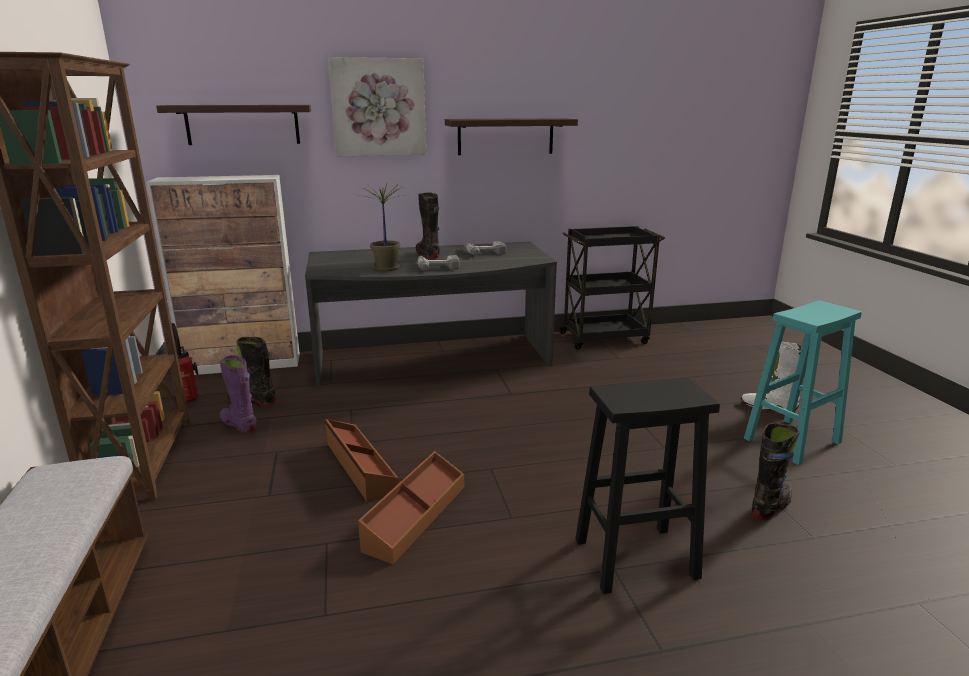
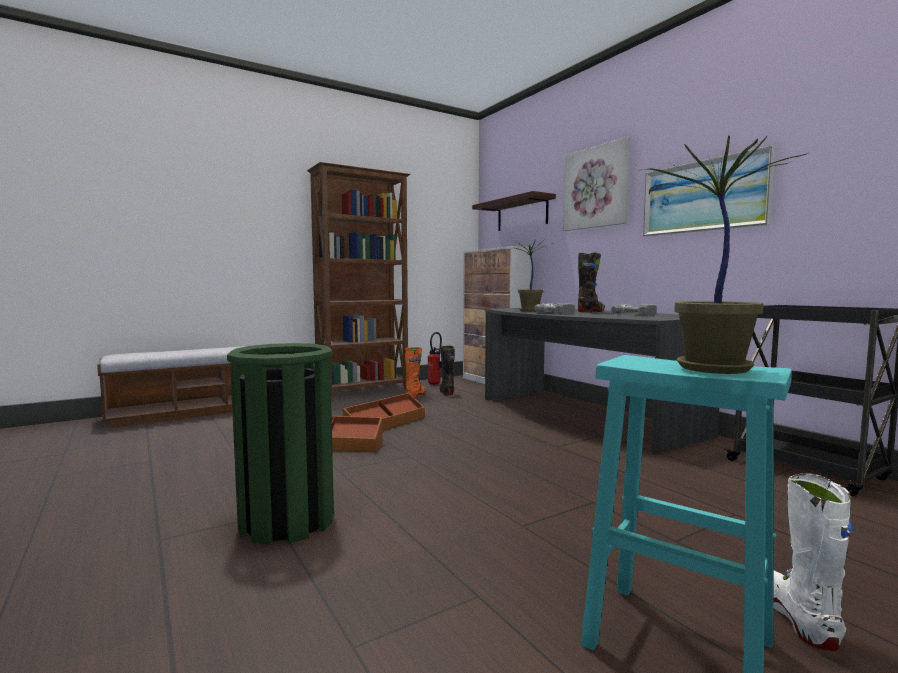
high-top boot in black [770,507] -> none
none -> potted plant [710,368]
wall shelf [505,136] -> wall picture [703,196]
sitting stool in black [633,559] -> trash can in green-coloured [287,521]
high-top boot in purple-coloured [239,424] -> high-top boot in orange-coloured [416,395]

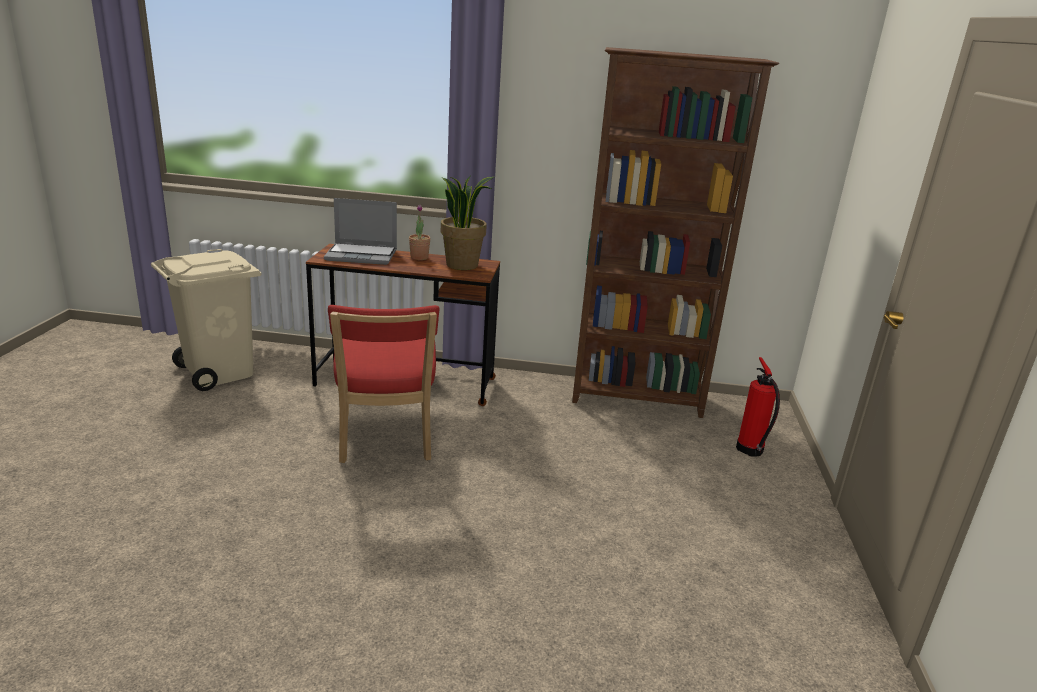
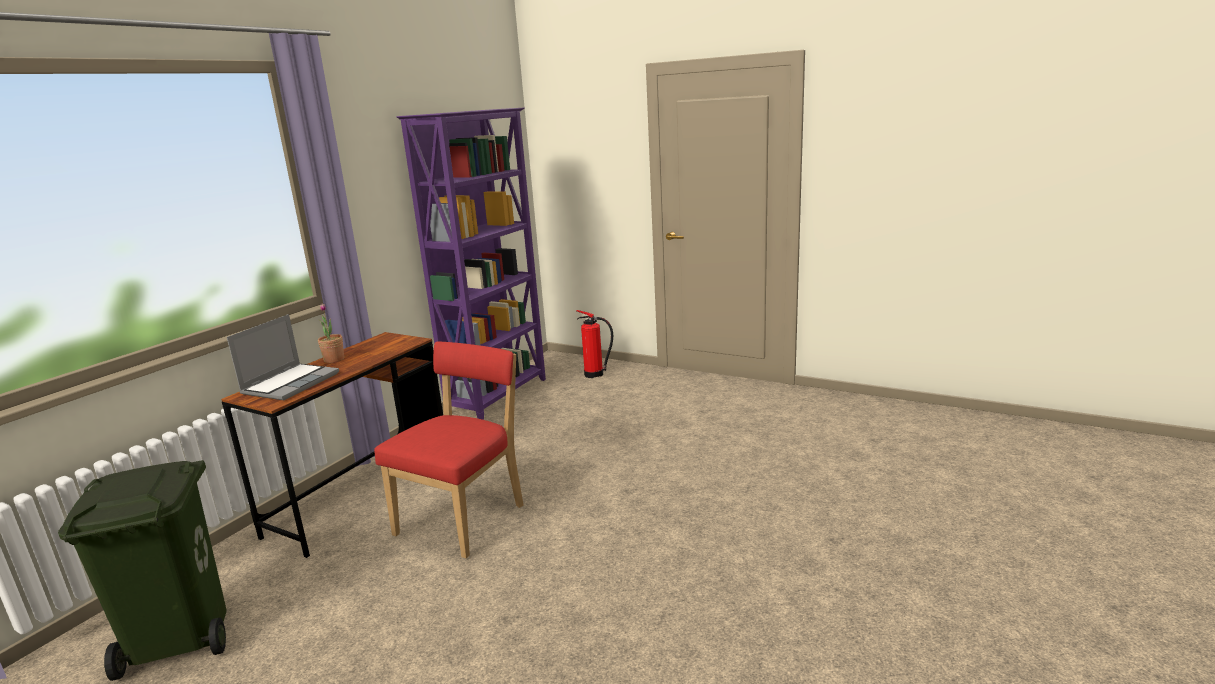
potted plant [462,265] -> none
trash can in beige-coloured [220,372] -> trash can in green-coloured [182,637]
bookshelf in brown [637,398] -> bookshelf in purple-coloured [499,395]
upright chair in reddish [385,440] -> upright chair in reddish [465,517], 75 degrees counterclockwise

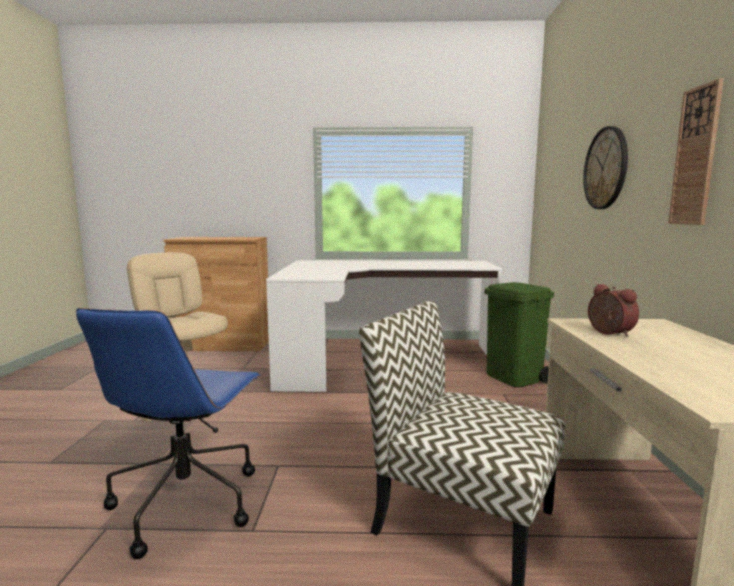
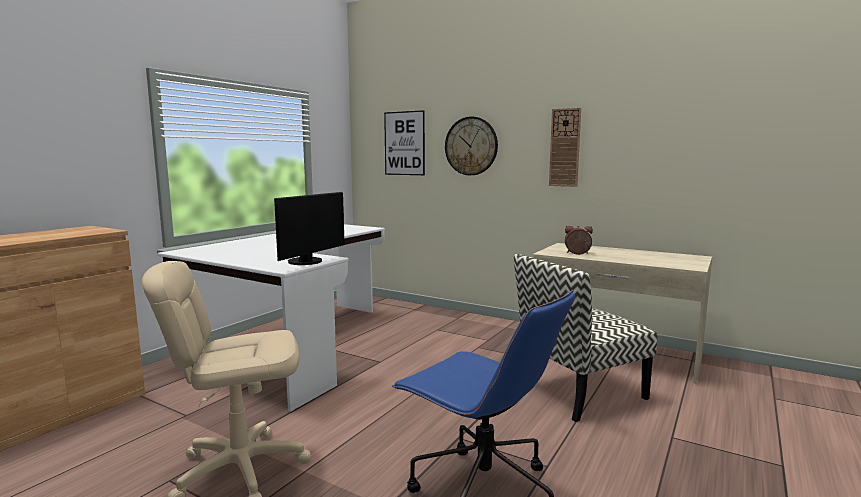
trash can in green-coloured [514,378] -> none
none -> computer display [308,262]
none -> wall picture [404,143]

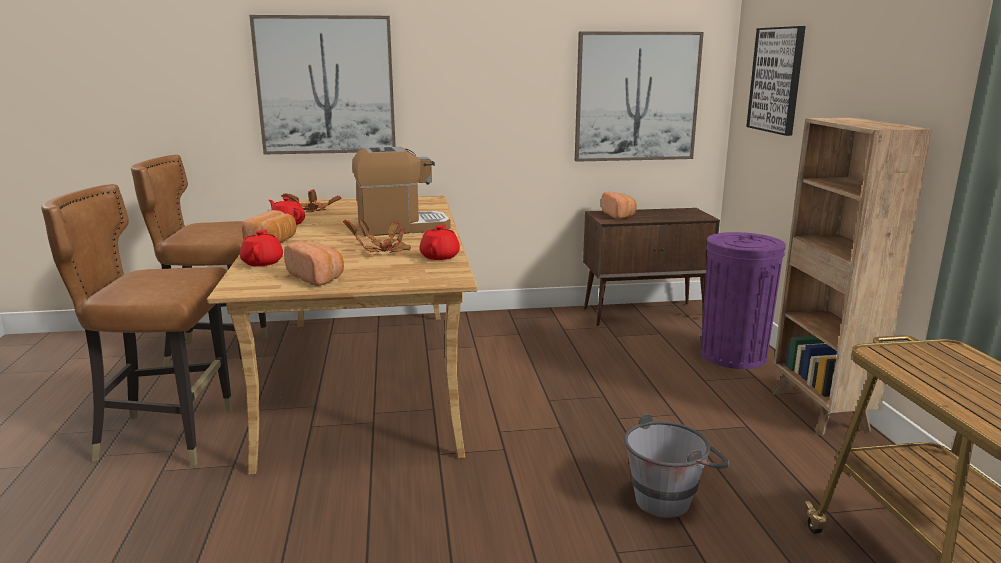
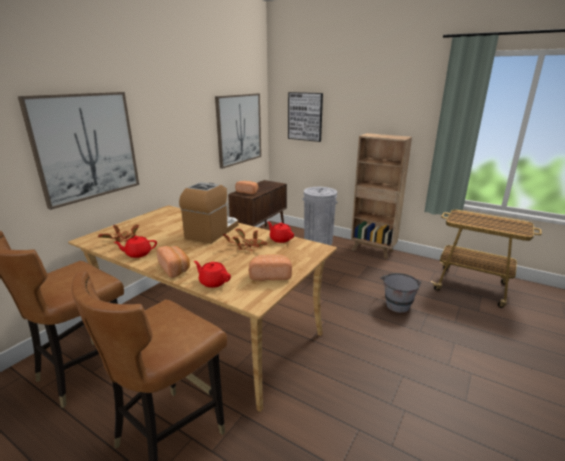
trash can in purple-coloured [733,355] -> trash can in greyish [318,241]

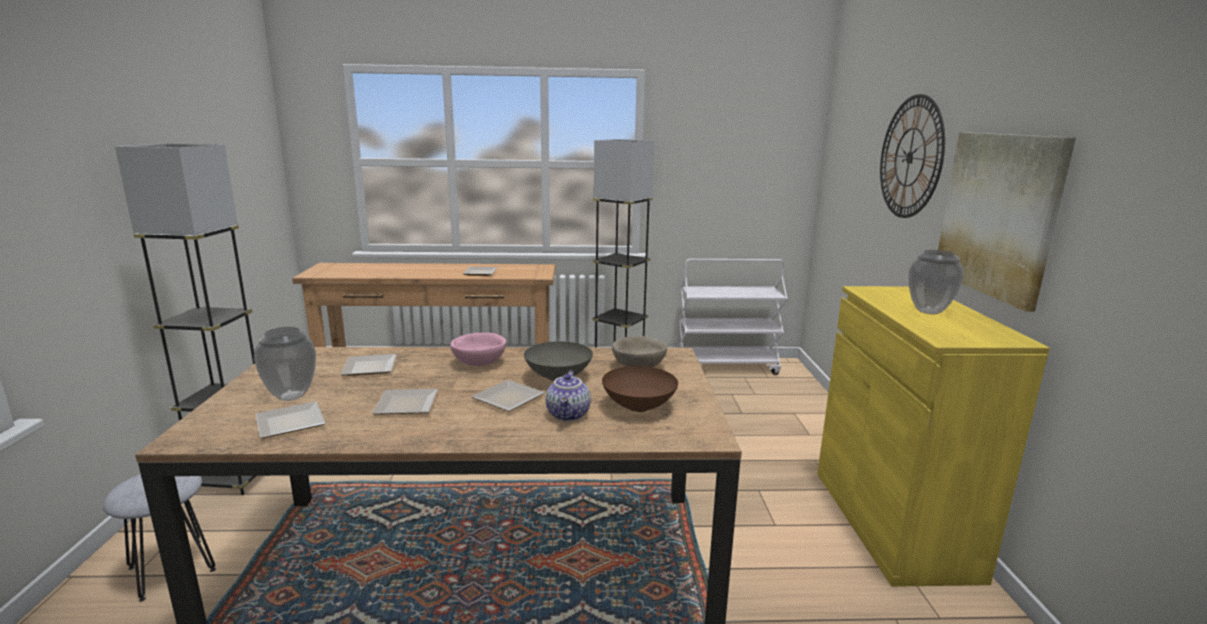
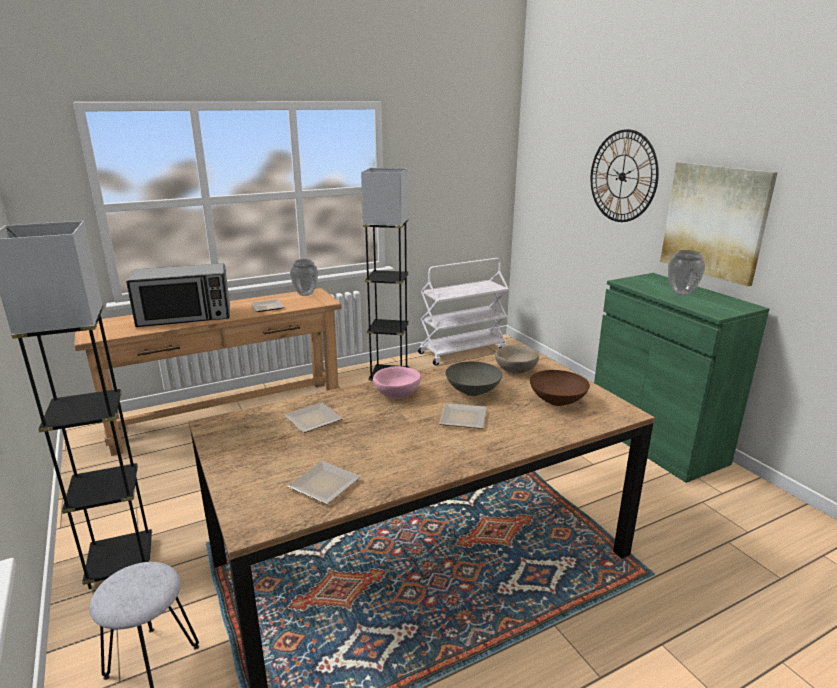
flat dish [408,406] -> none
teapot [569,415] -> none
none -> kitchen microwave [185,317]
vase [292,396] -> vase [306,294], relocated
cabinet in yellow [892,522] -> cabinet in green-coloured [655,441]

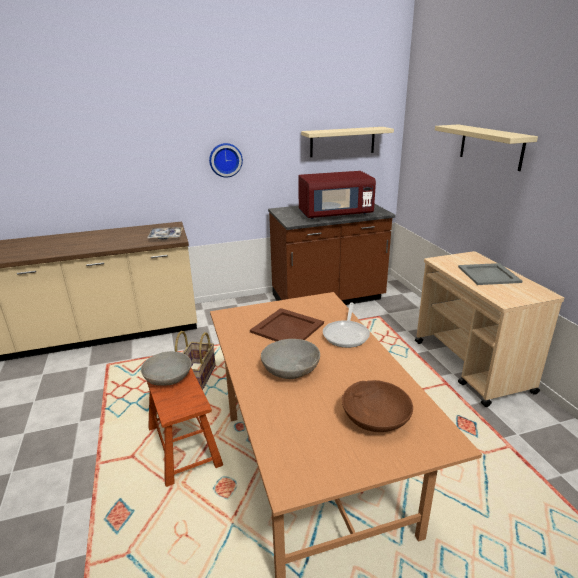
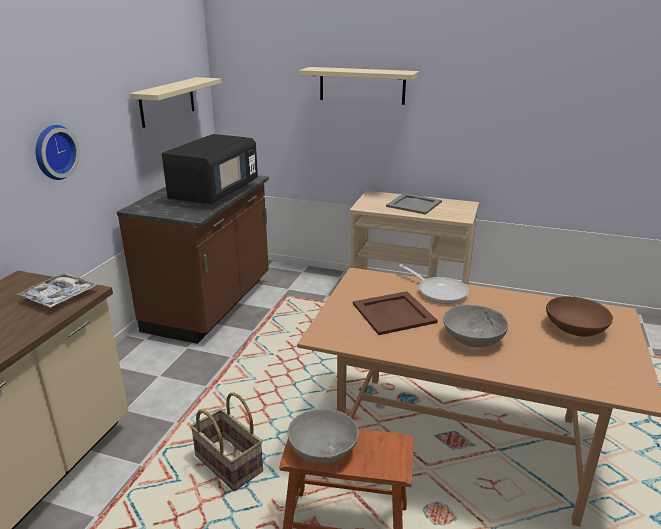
kitchen microwave in reddish [335,214] -> kitchen microwave in black [214,193]

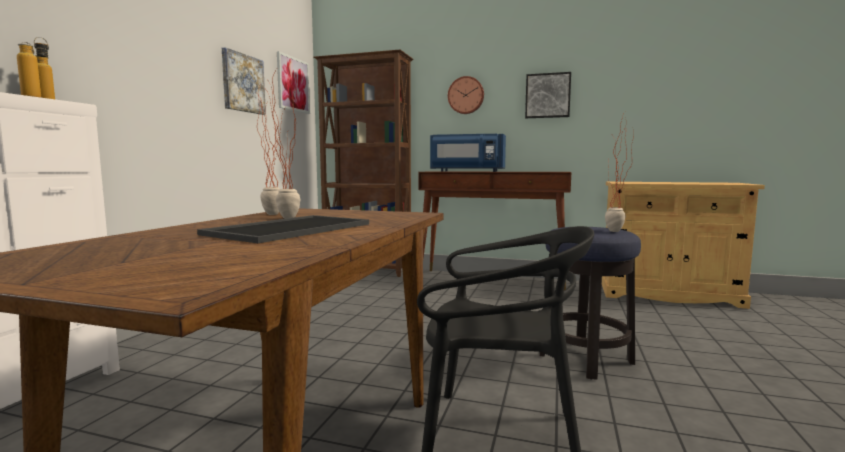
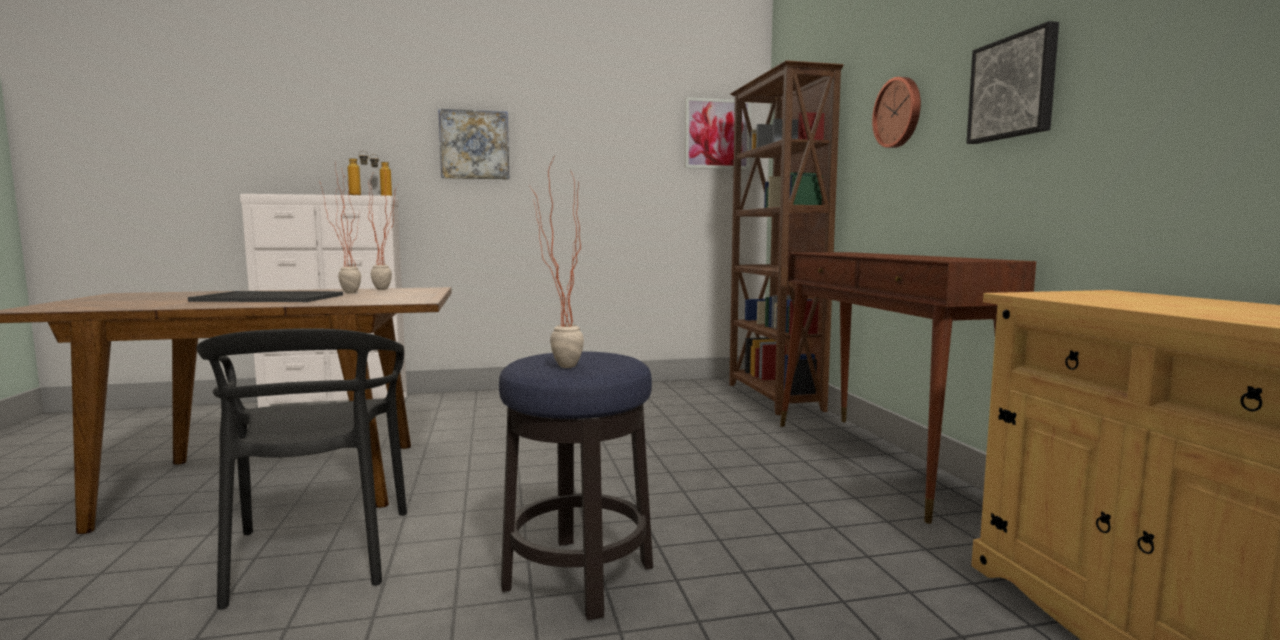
kitchen microwave in bluish [467,171] -> none
wall picture [242,83] -> wall picture [474,145], relocated

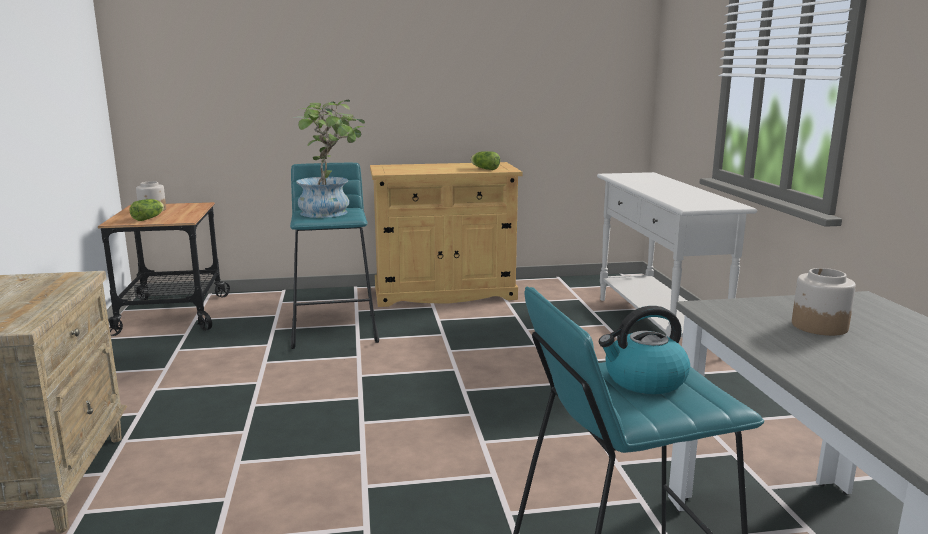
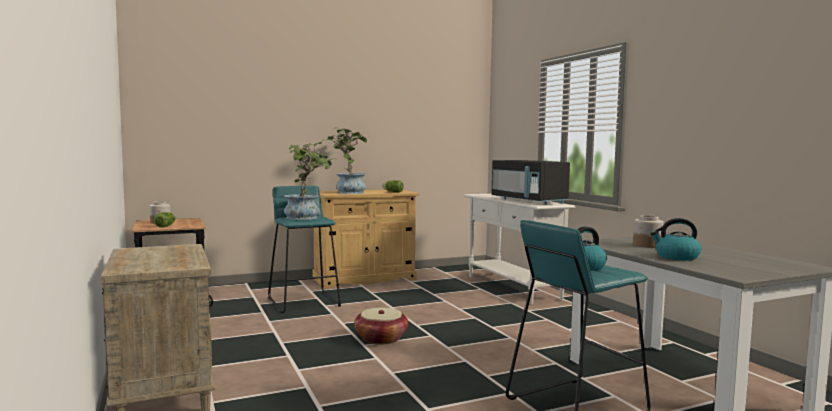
none -> potted plant [347,192]
none -> basket [381,339]
none -> kitchen microwave in black [528,201]
none -> kettle [676,257]

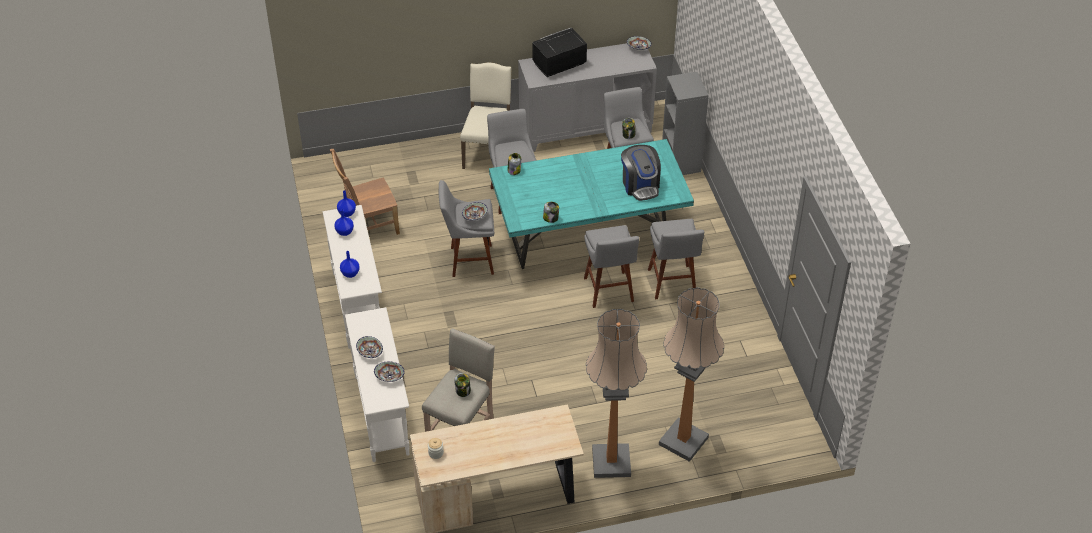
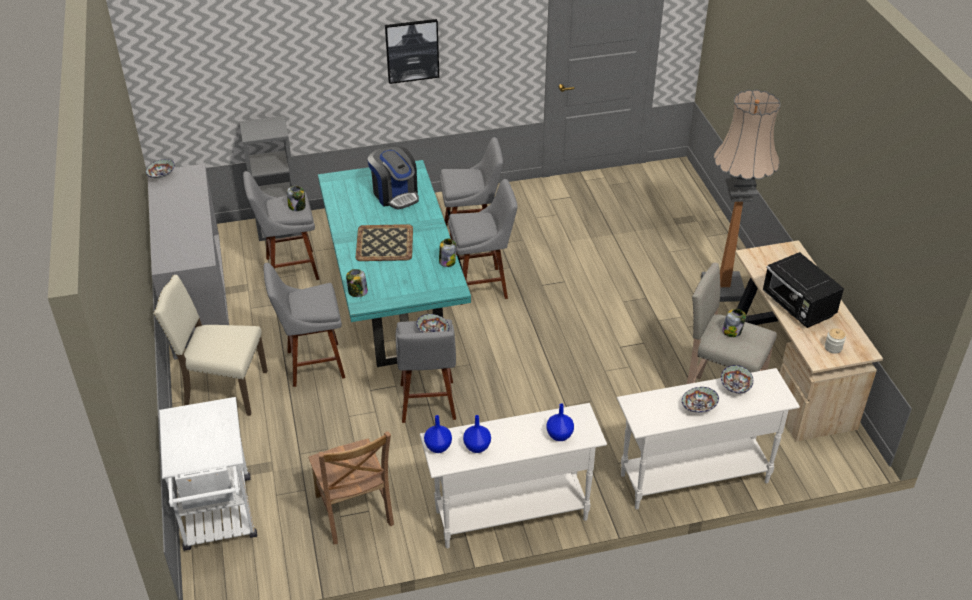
standing lamp [683,441] -> none
none -> trolley in white [219,520]
none -> carrying tray [384,243]
none -> wall picture [412,50]
kitchen microwave in black [558,64] -> kitchen microwave in black [798,307], relocated
coffee machine [640,185] -> coffee machine [395,194], 75 degrees clockwise

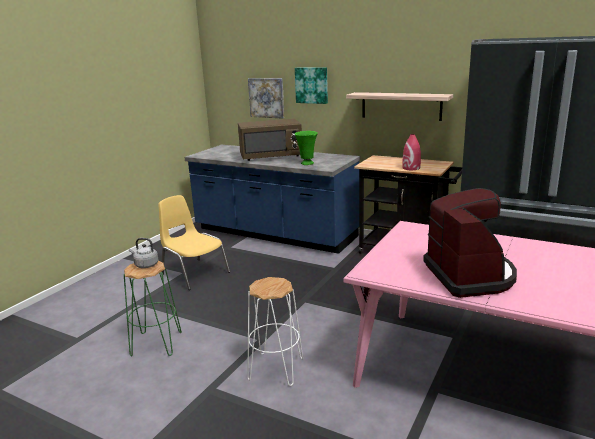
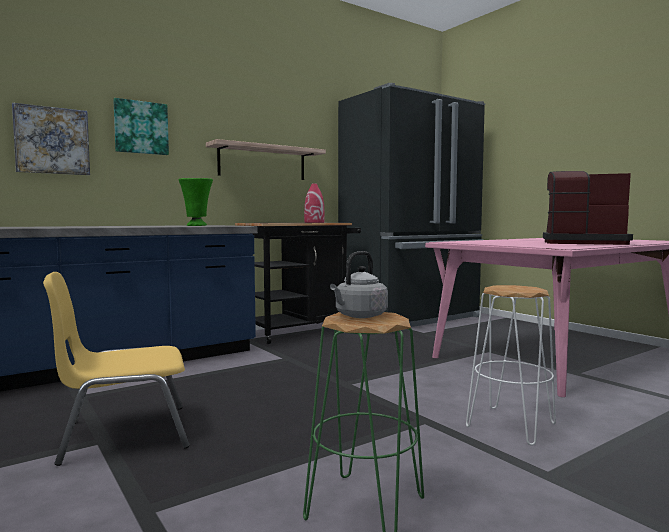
kitchen microwave in brown [271,156] -> none

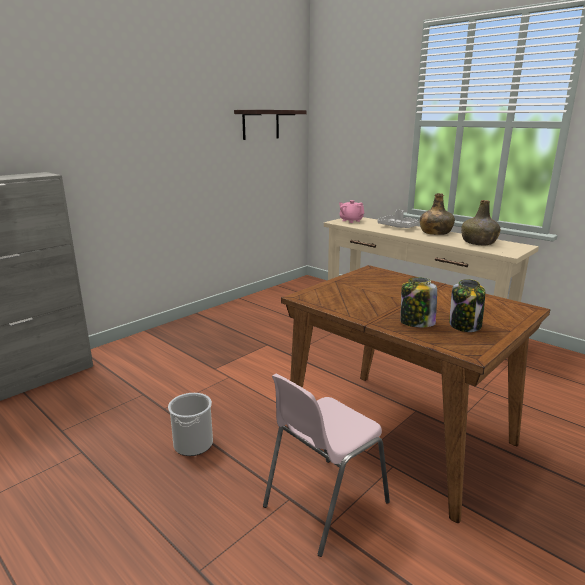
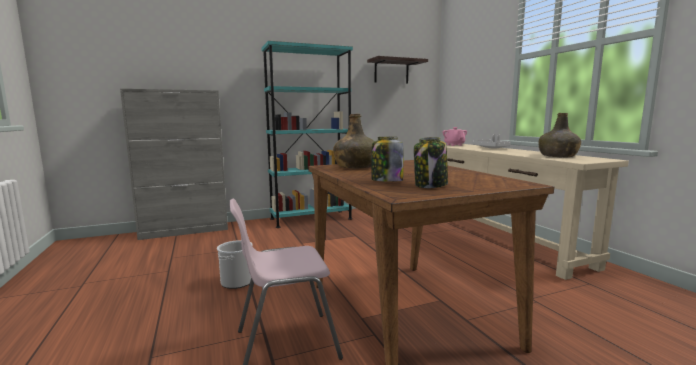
none -> bookshelf in turquoise [311,219]
bottle in green-coloured [435,232] -> bottle in green-coloured [356,167], relocated

